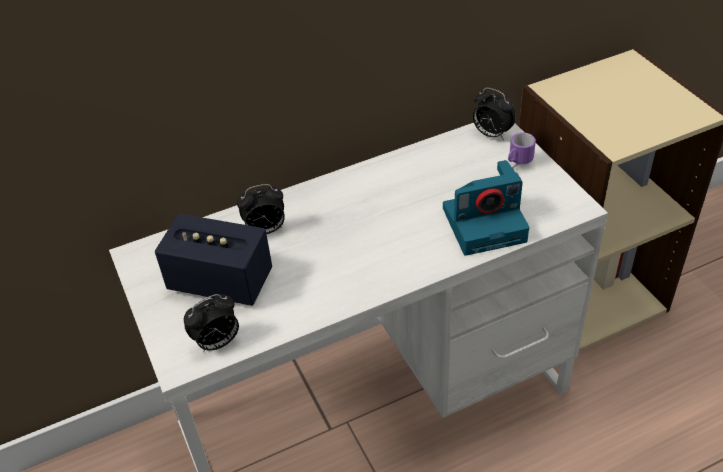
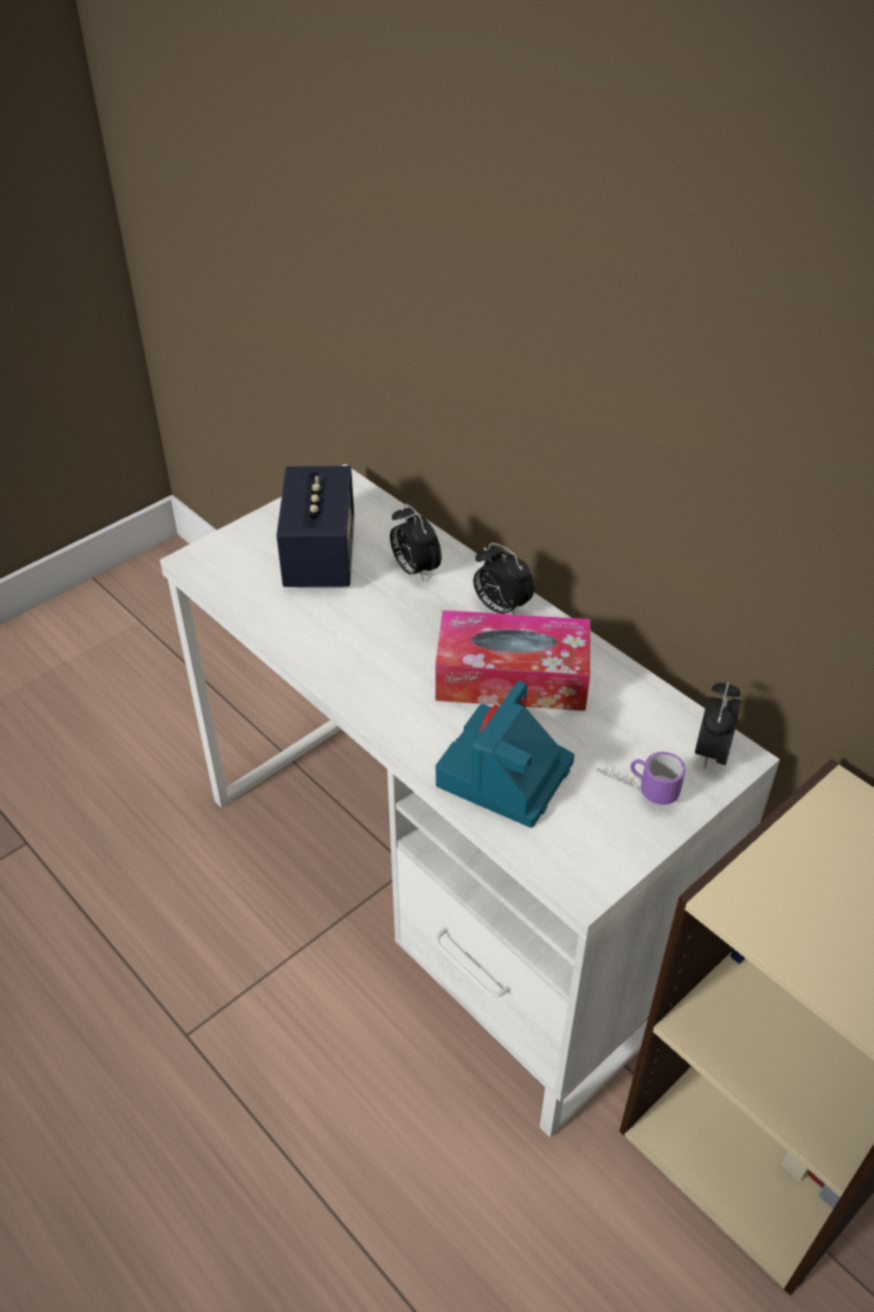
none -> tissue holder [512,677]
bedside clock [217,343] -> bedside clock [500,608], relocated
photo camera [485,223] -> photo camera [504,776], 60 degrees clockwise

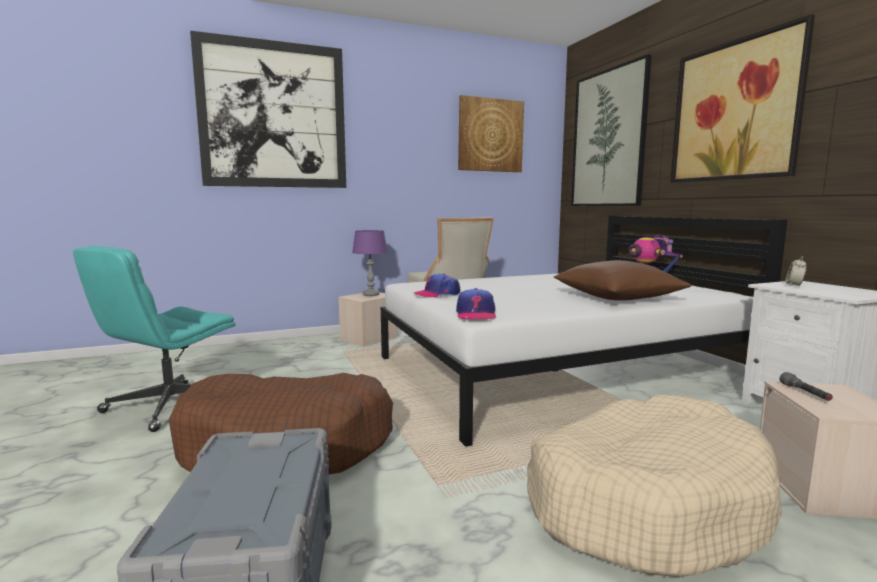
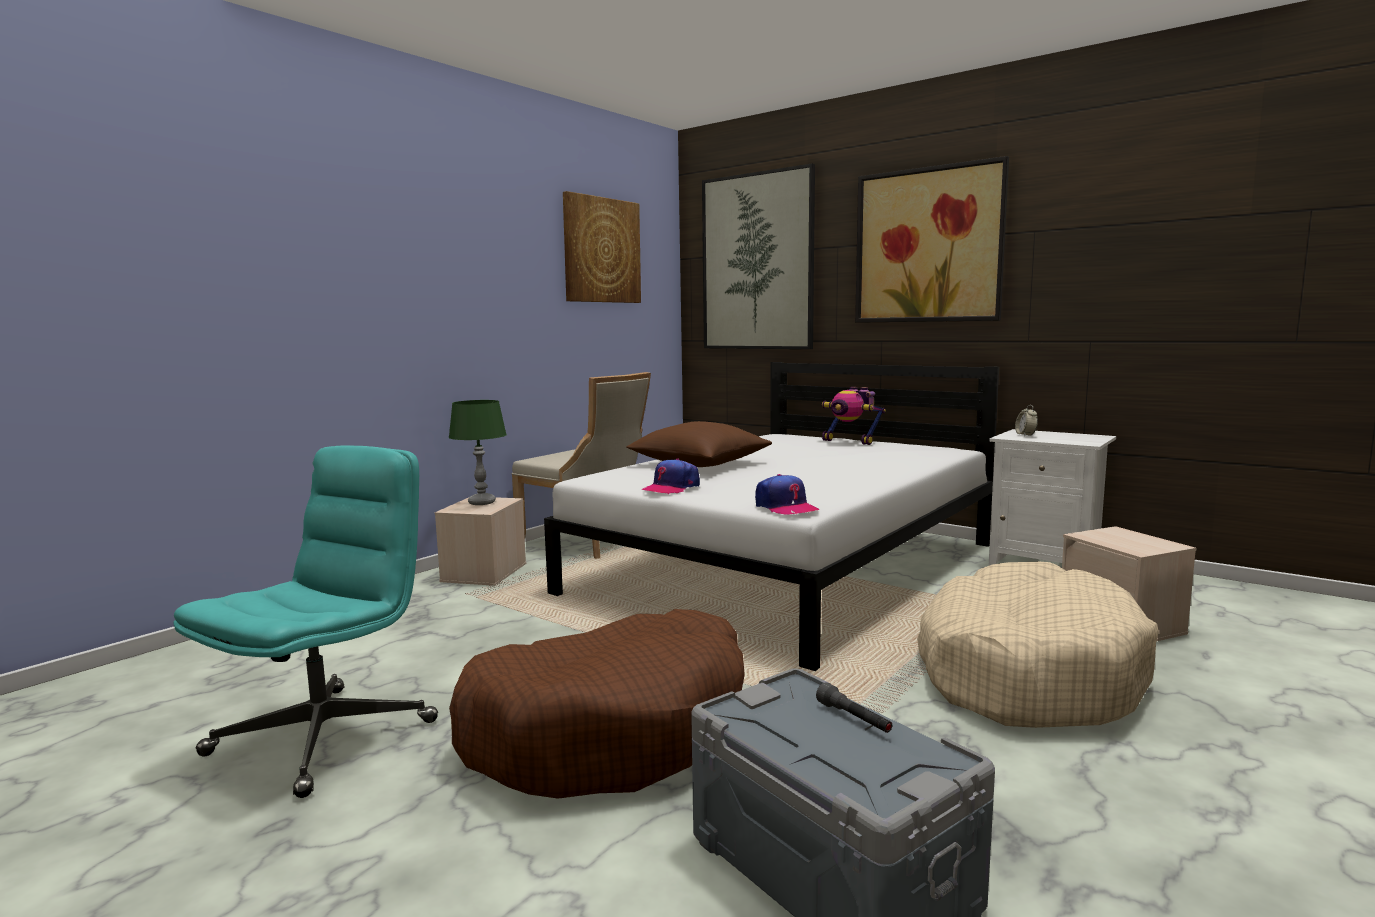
wall picture [274,116] -> none
pillow in brown [617,298] -> pillow in brown [700,464], relocated
hand torch in greyish [805,393] -> hand torch in greyish [854,719], relocated
table lamp in purple-coloured [371,295] -> table lamp in green-coloured [482,502]
computer chair in turquoise [169,406] -> computer chair in turquoise [325,736], 150 degrees counterclockwise

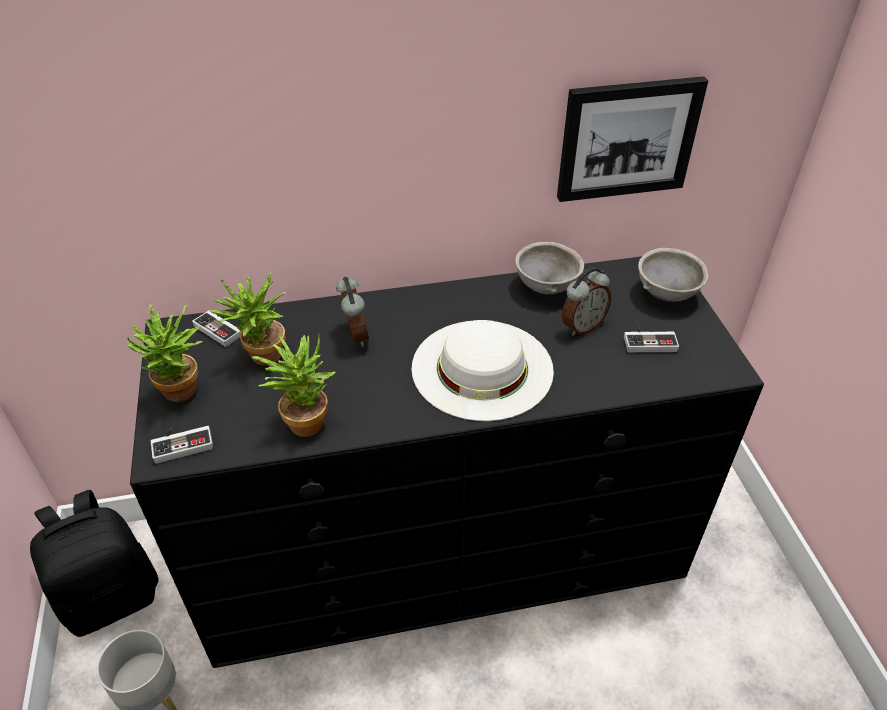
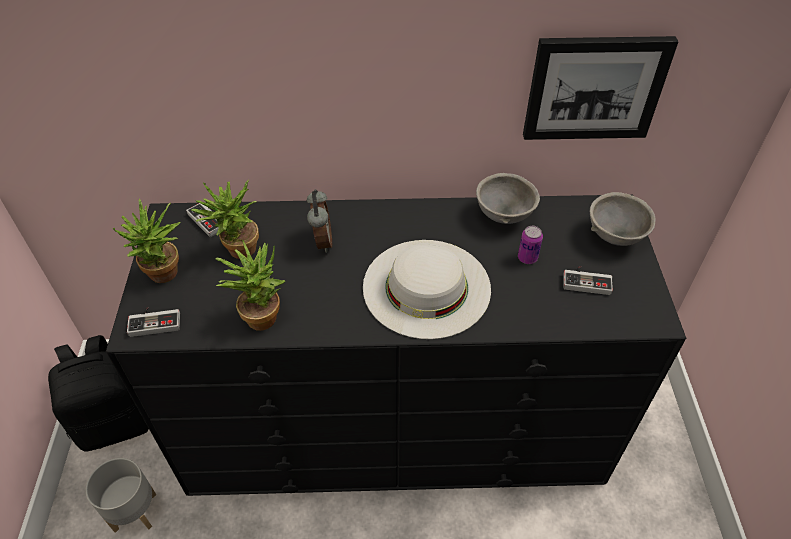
bedside clock [582,326] -> sealed can [527,258]

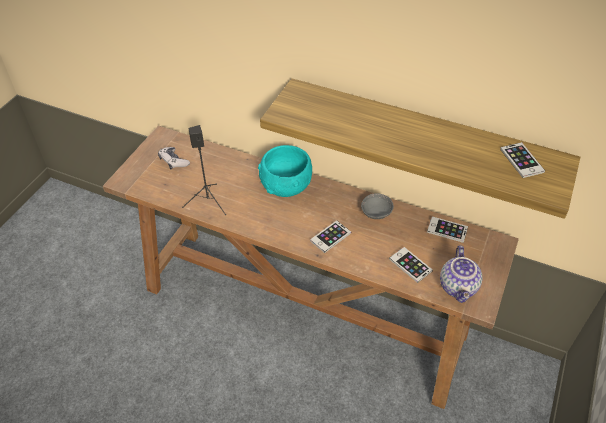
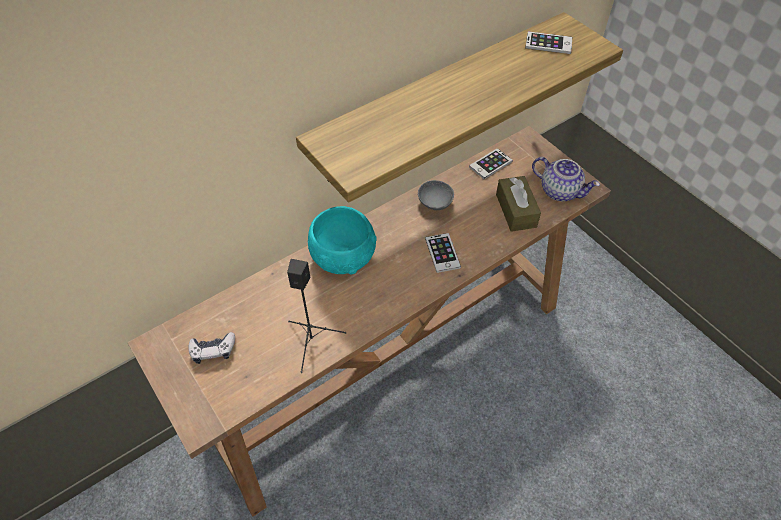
phone [410,265] -> tissue holder in brown [516,210]

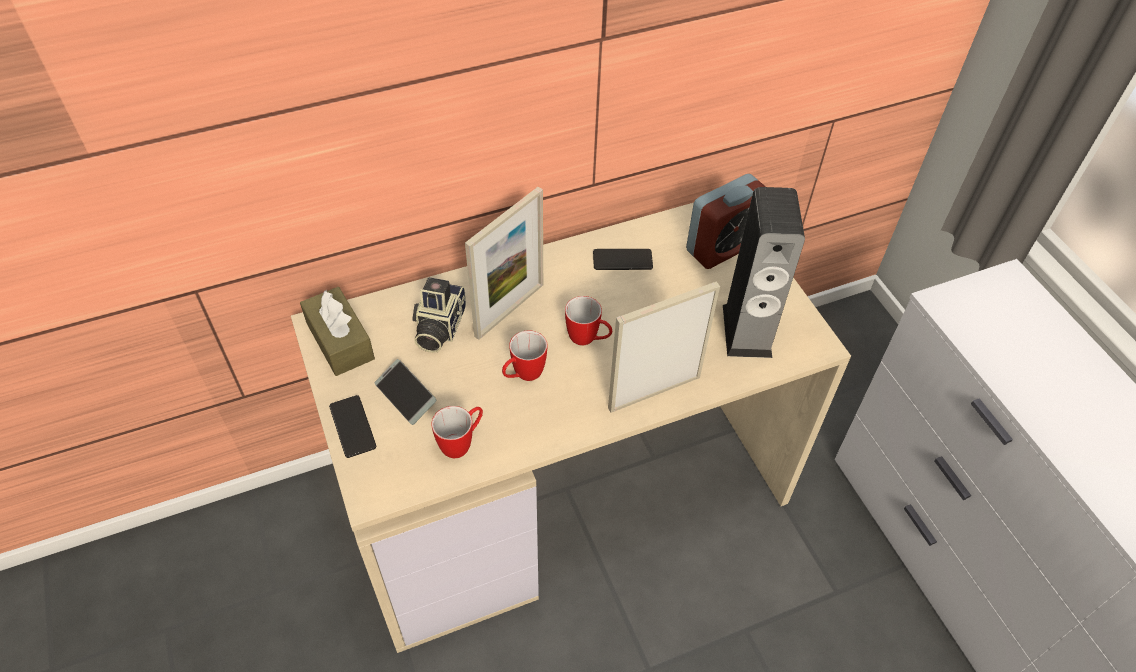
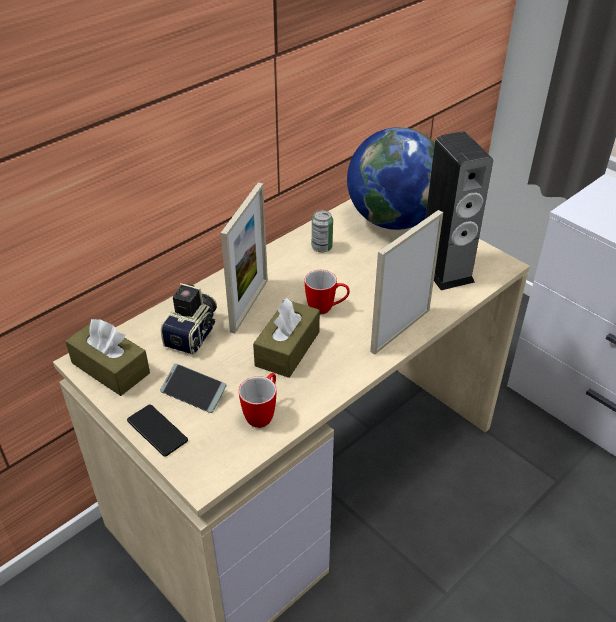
mug [523,375] -> tissue holder in brown [287,349]
phone [622,260] -> sealed can [322,247]
bedside clock [722,247] -> globe [393,220]
photo camera [438,327] -> photo camera [194,334], 150 degrees counterclockwise

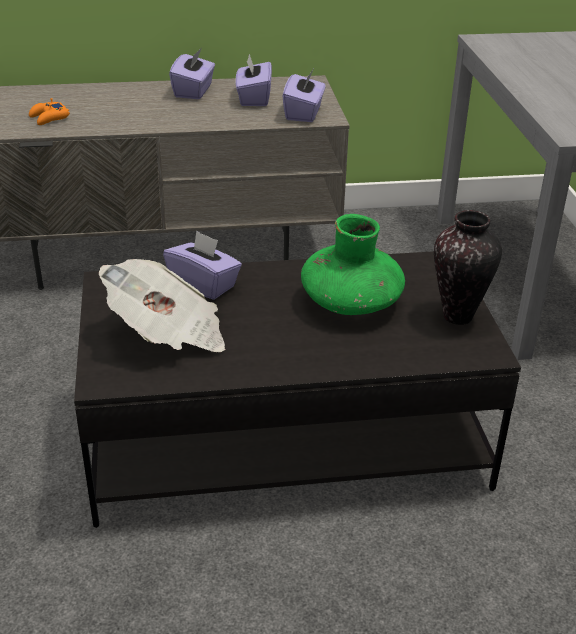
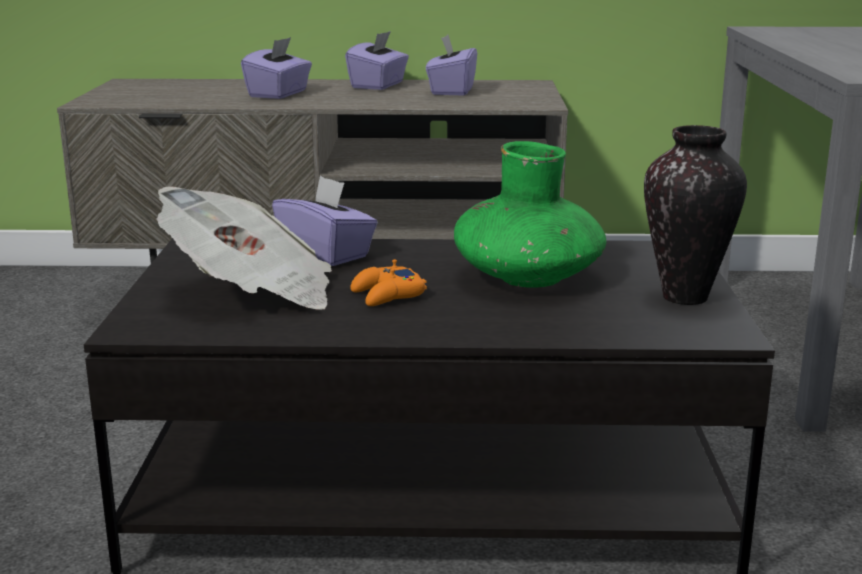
joypad in orange-coloured [49,118] -> joypad in orange-coloured [387,295], relocated
tissue holder in purple-coloured [304,113] -> tissue holder in purple-coloured [279,94], relocated

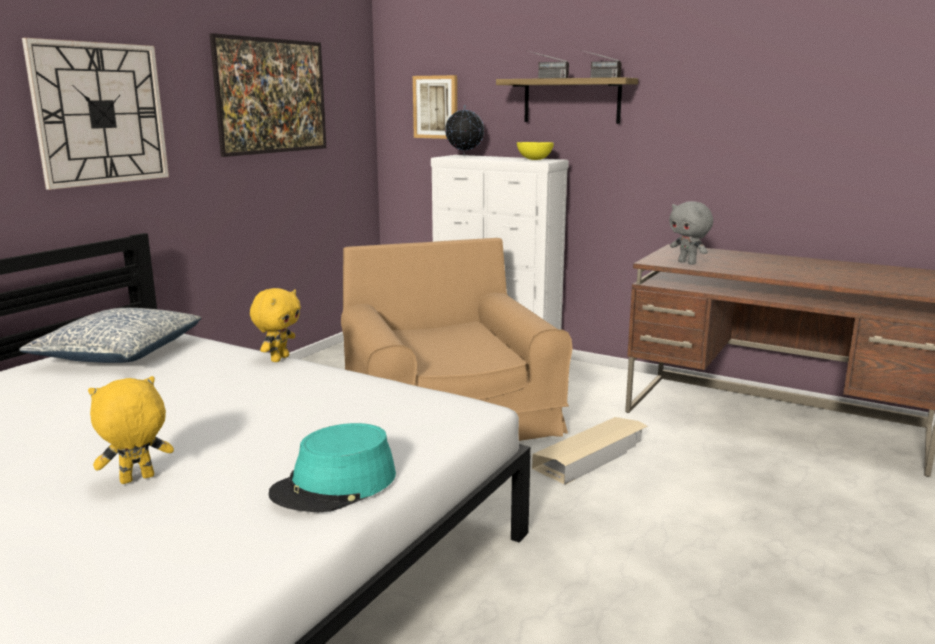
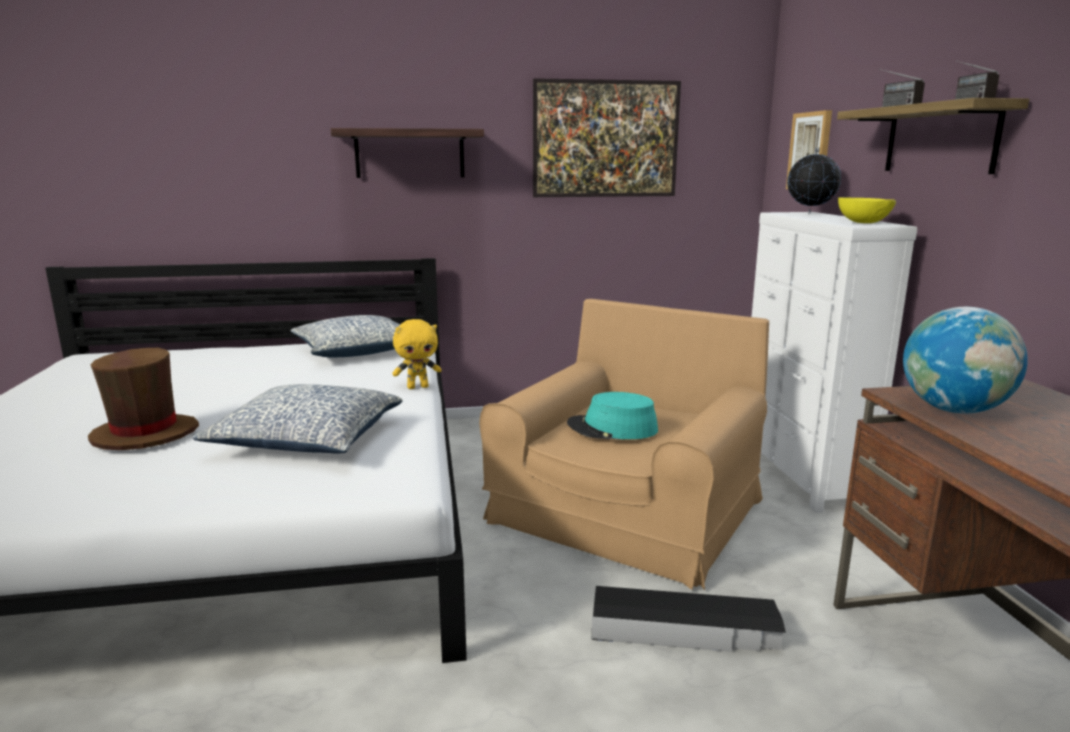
none -> pillow [306,441]
clothing hat in turquoise [335,485] -> clothing hat in turquoise [612,428], relocated
hanging clock [100,114] -> wall shelf [410,154]
plush toy in yellow [137,480] -> clothing hat in brown [145,435]
plush toy in greyish [688,263] -> globe [954,410]
storage container in beige-coloured [592,456] -> storage container in black [684,629]

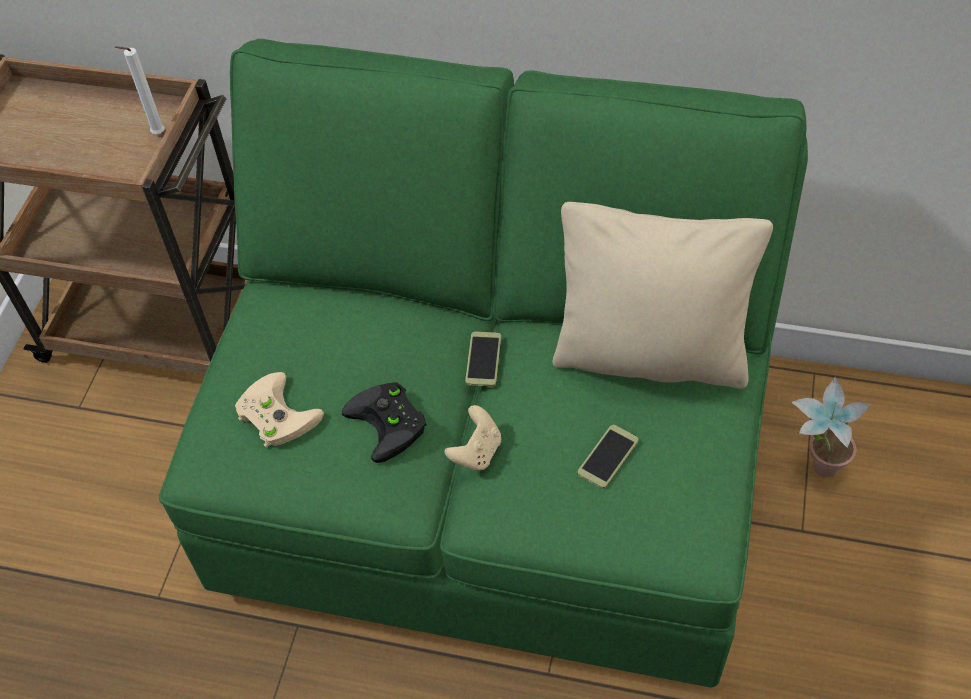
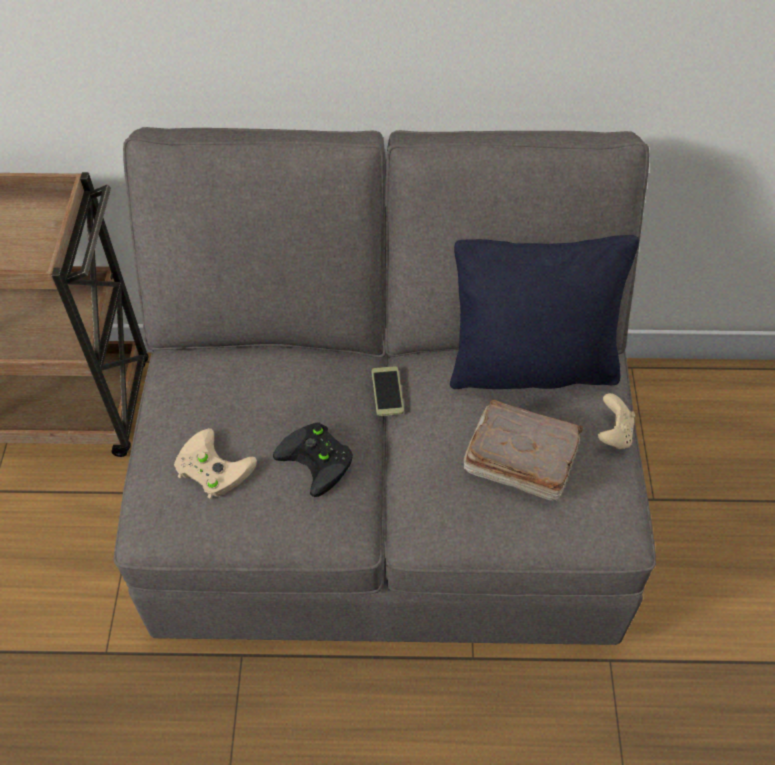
wax light in white [156,134] -> none
potted plant [815,466] -> none
joypad in beige-coloured [476,452] -> joypad in beige-coloured [613,434], relocated
phone [608,457] -> book in brown [518,460]
sofa in green-coloured [494,477] -> sofa in greyish [387,494]
pillow in beige-coloured [650,355] -> pillow in black [531,367]

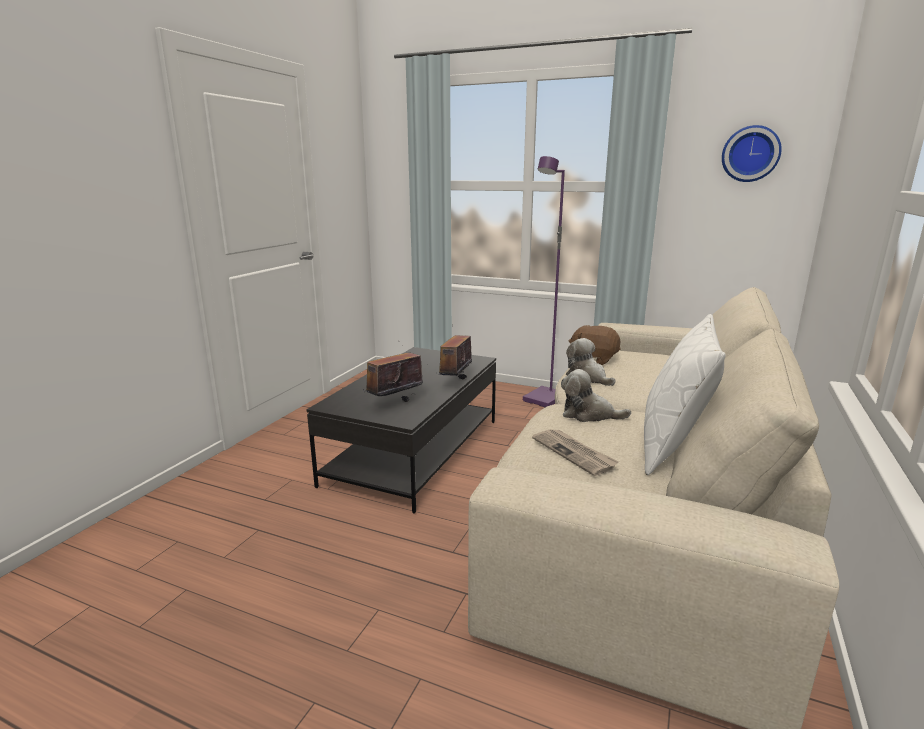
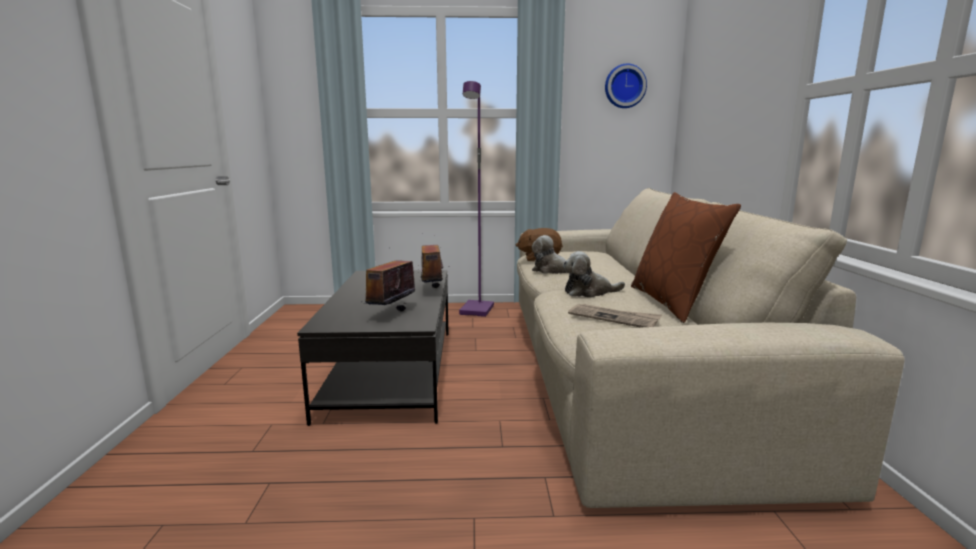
pillow in white [673,445] -> pillow in brown [673,302]

